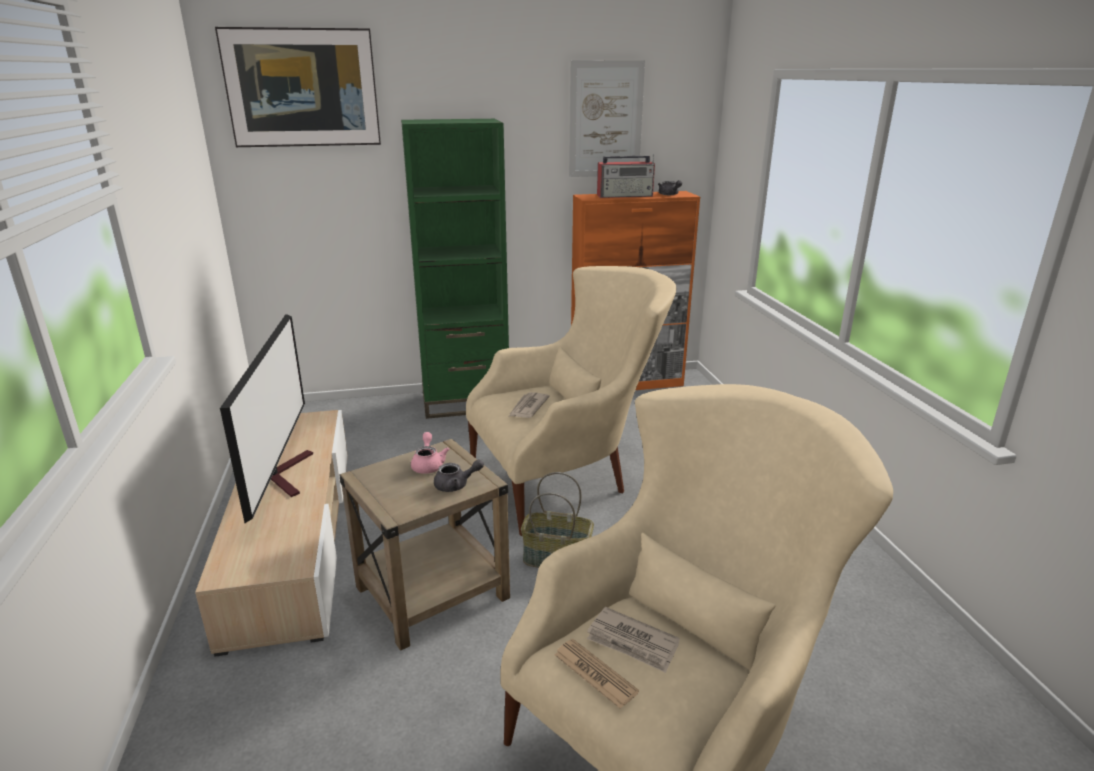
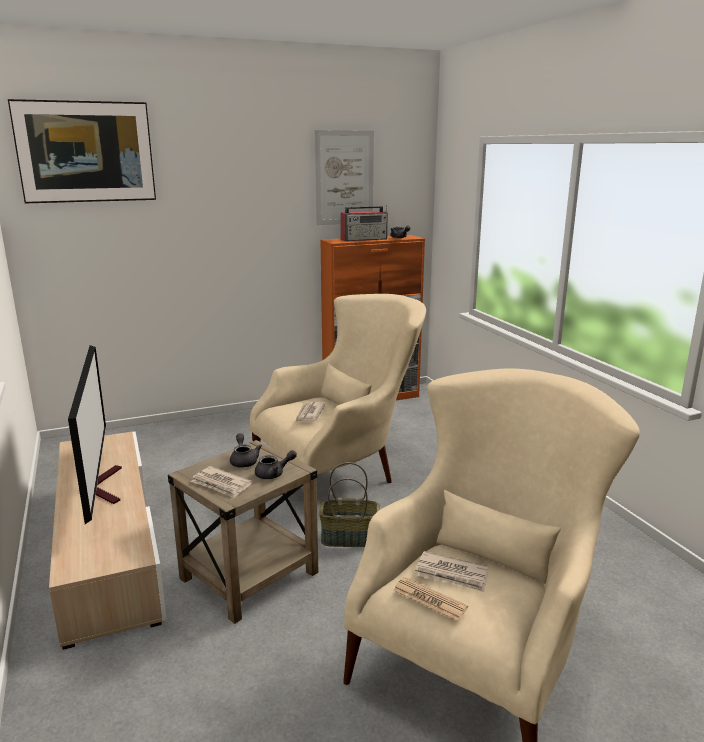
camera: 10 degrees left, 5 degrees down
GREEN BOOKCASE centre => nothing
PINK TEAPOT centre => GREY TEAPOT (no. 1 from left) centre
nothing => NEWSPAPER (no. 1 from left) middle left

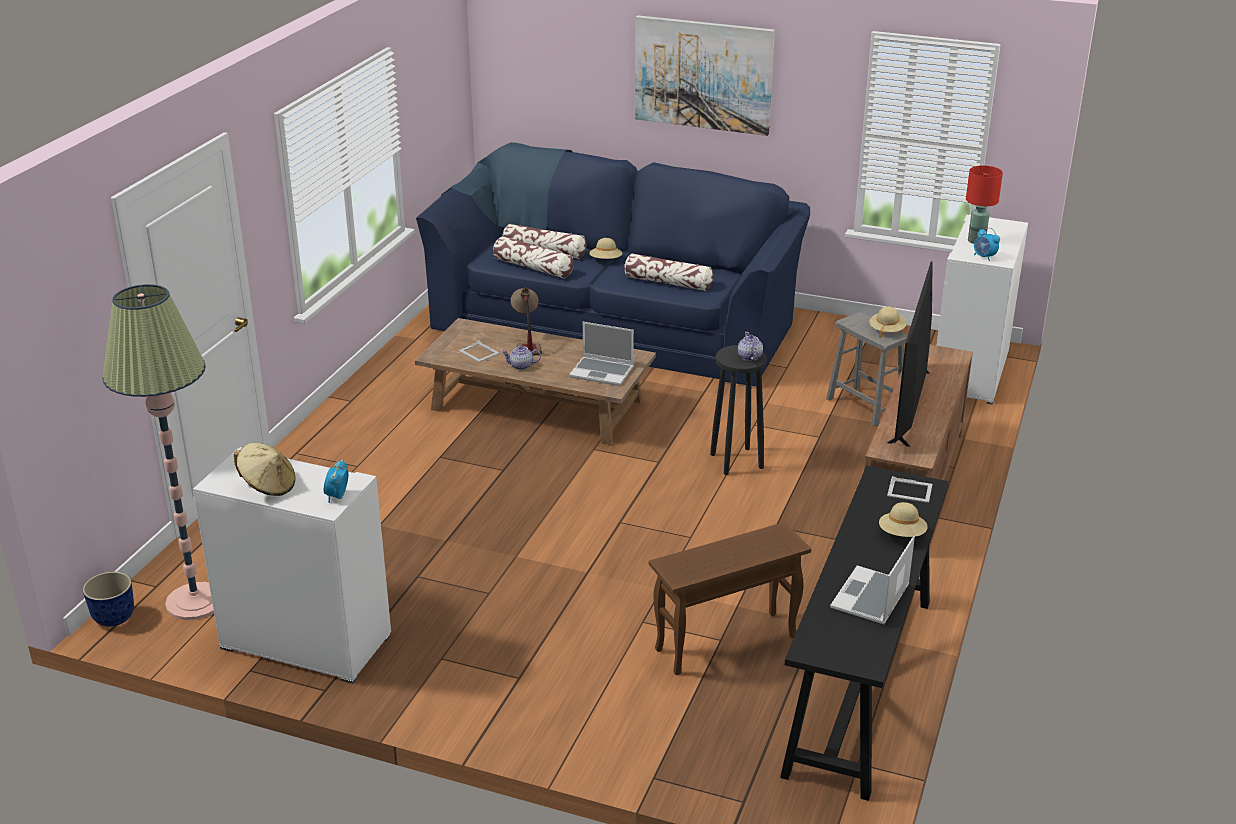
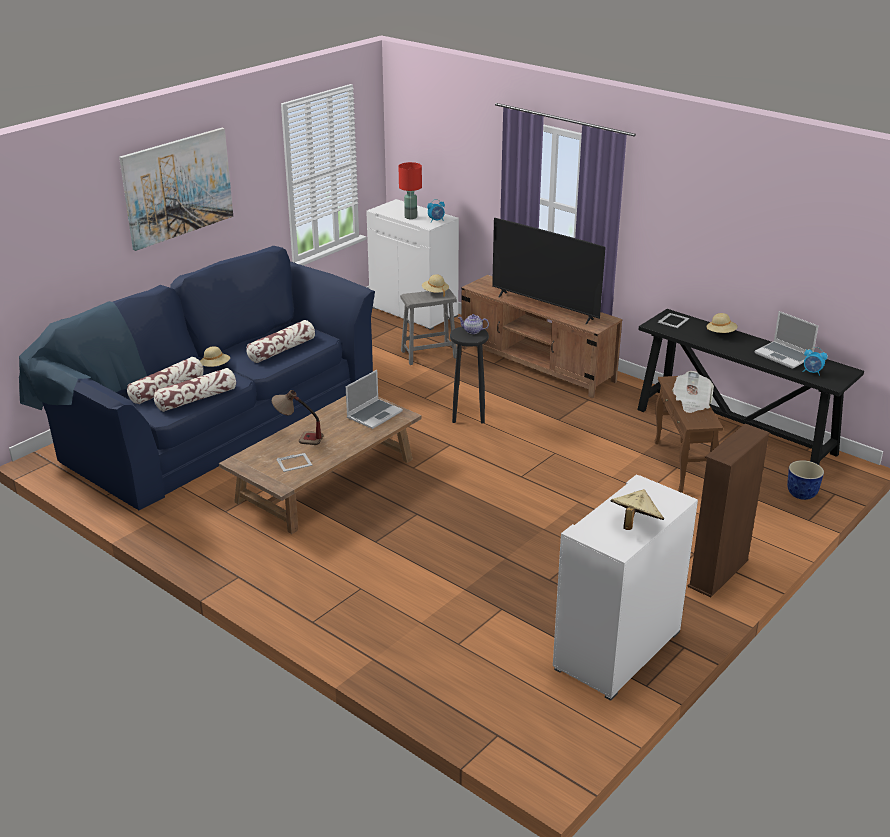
camera: 70 degrees left, 0 degrees up
PLANTER bottom left => PLANTER middle right, relocated
FLOOR LAMP middle left => nothing
ALARM CLOCK (no. 1 from left in the first image) middle left => ALARM CLOCK (no. 2 from left) middle right, relocated
TEAPOT (no. 1 from left) centre => nothing
nothing => NEWSPAPER middle right
nothing => BROWN BOOKCASE middle right

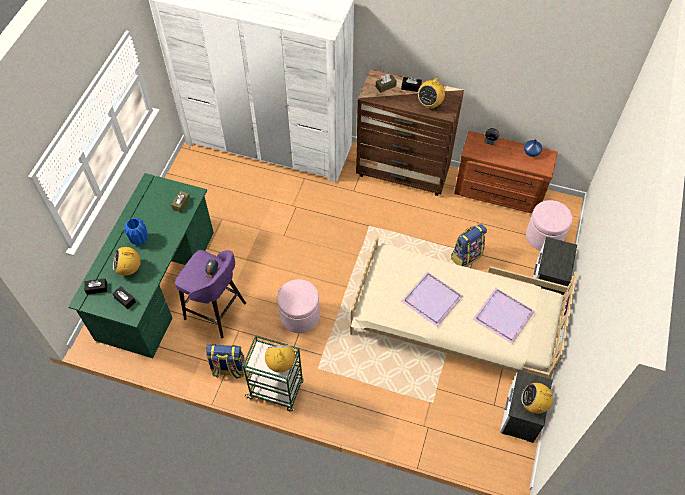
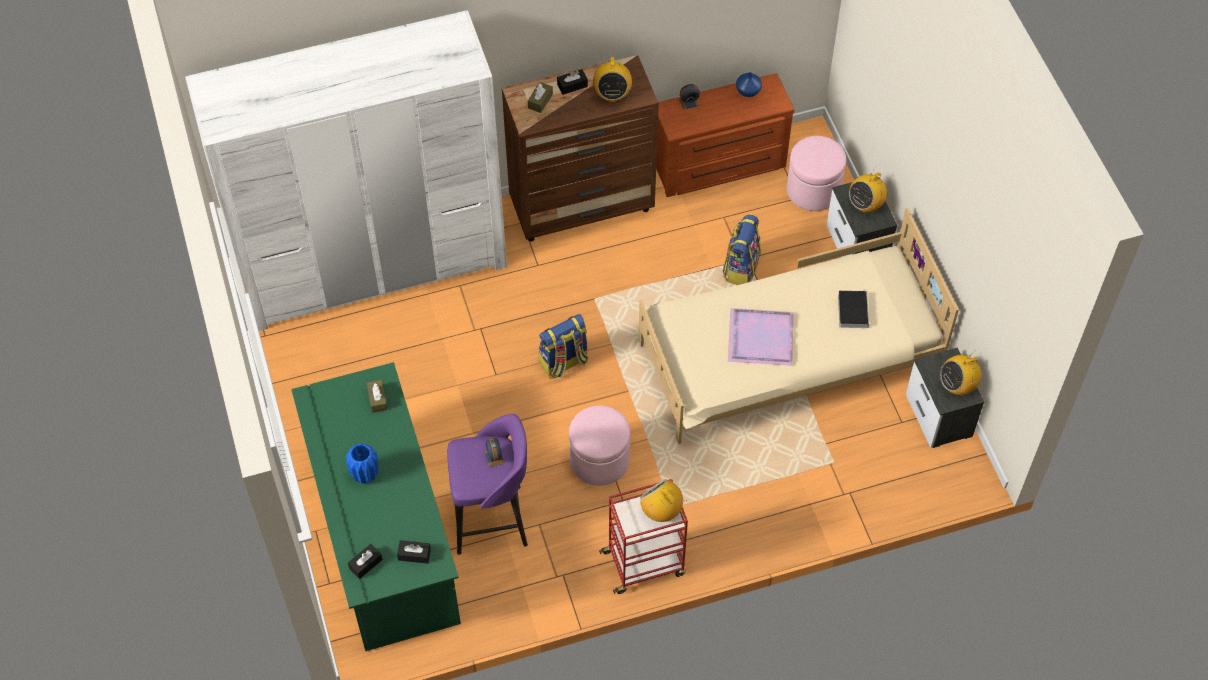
camera: 35 degrees left, 0 degrees up
RADIO (no. 1 from left in the first image) middle left => RADIO (no. 3 from left) top right, relocated
BACKPACK (no. 1 from left) bottom left => BACKPACK (no. 1 from left) centre, relocated
GREEN CART bottom centre => RED CART bottom centre
PURPLE TRAY (no. 2 from left) middle right => BOOK middle right

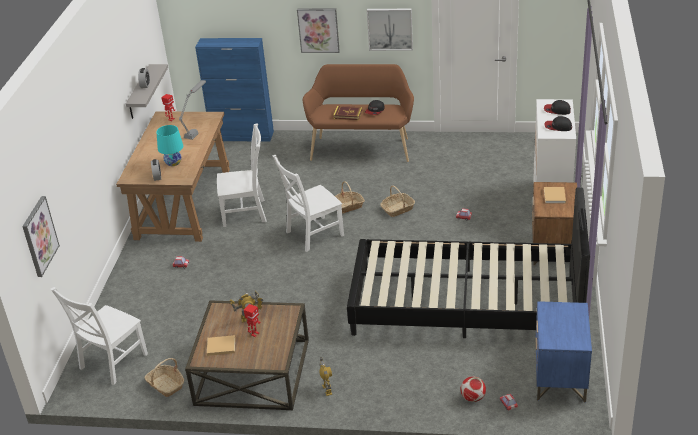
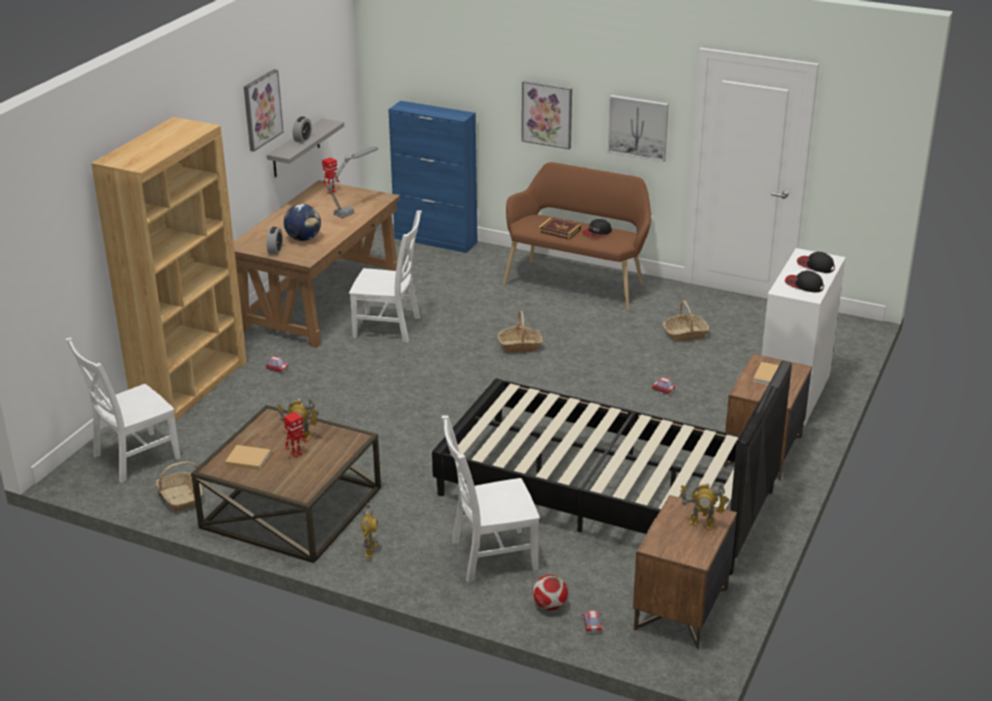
camera: 15 degrees right, 5 degrees down
PICTURE (no. 1 from left) middle left => PICTURE (no. 1 from left) top left, relocated
TURQUOISE TABLE LAMP middle left => GLOBE top left
WHITE CHAIR (no. 3 from left) centre => WHITE CHAIR (no. 3 from left) bottom centre, relocated
BASKET (no. 3 from left) centre => BASKET (no. 3 from left) middle right, relocated
BLUE NIGHTSTAND bottom right => BROWN NIGHTSTAND (no. 1 from left) bottom right
nothing => BROWN BOOKCASE middle left
nothing => TOY ROBOT (no. 5 from left) bottom right

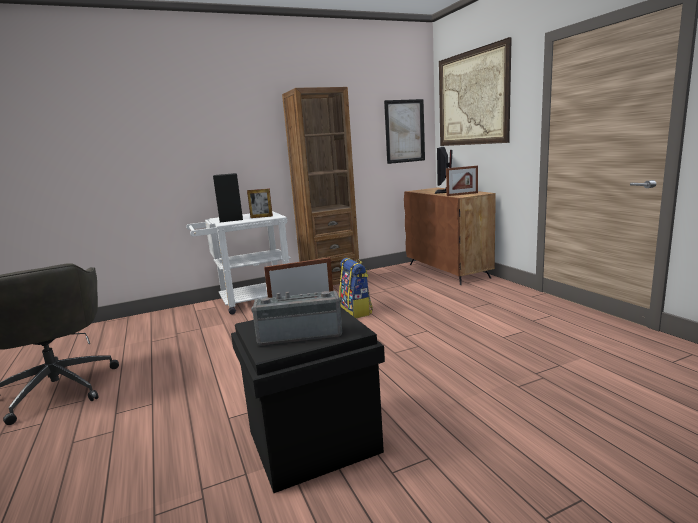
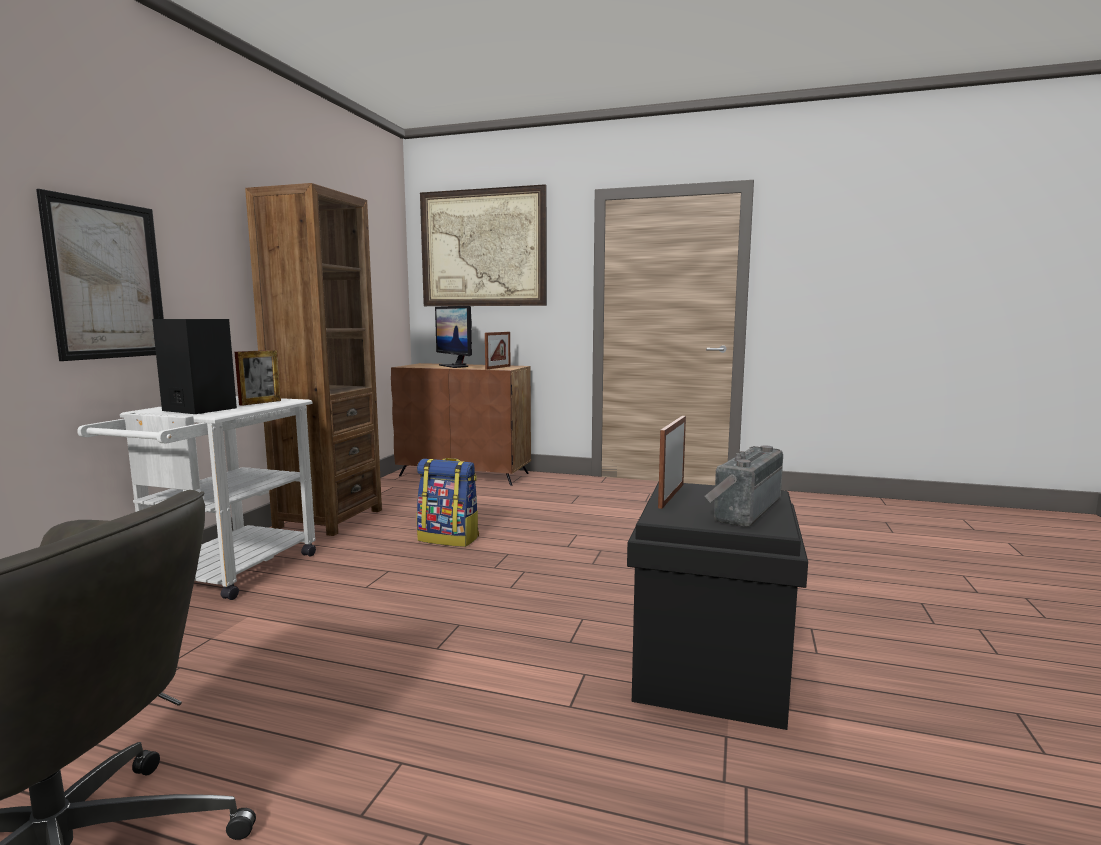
camera: 50 degrees left, 5 degrees down
PICTURE (no. 1 from left) top centre => PICTURE (no. 1 from left) top left, relocated

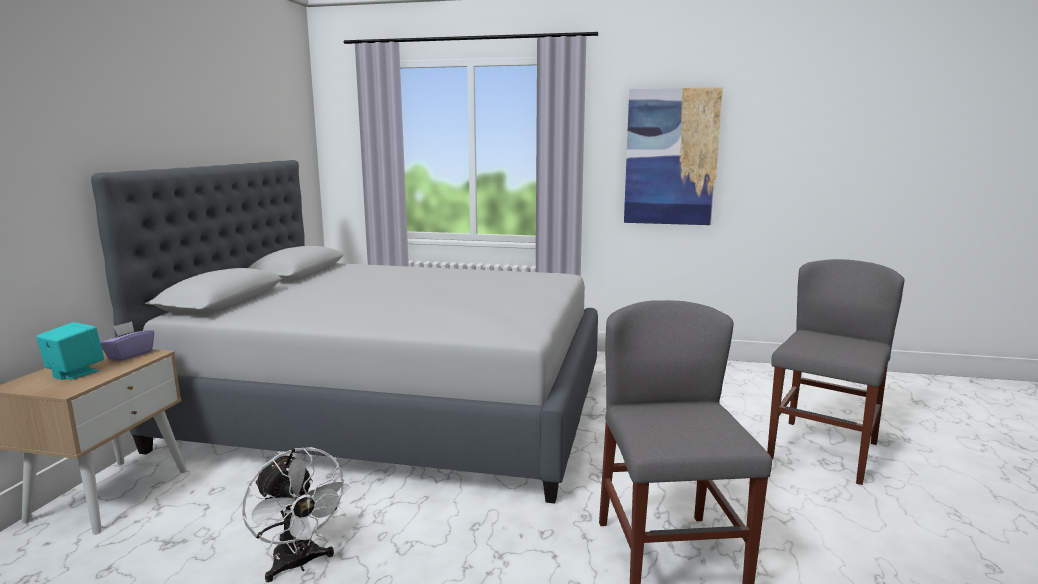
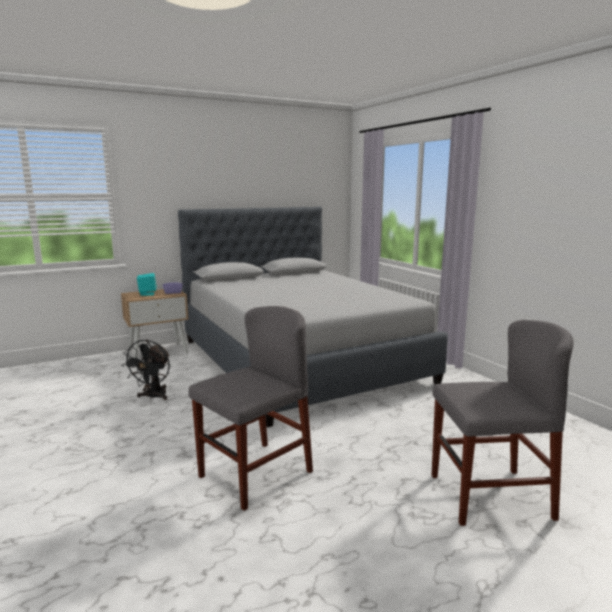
camera: 50 degrees right, 0 degrees up
WHITE FAN bottom left => BLACK FAN middle left
PICTURE top centre => nothing

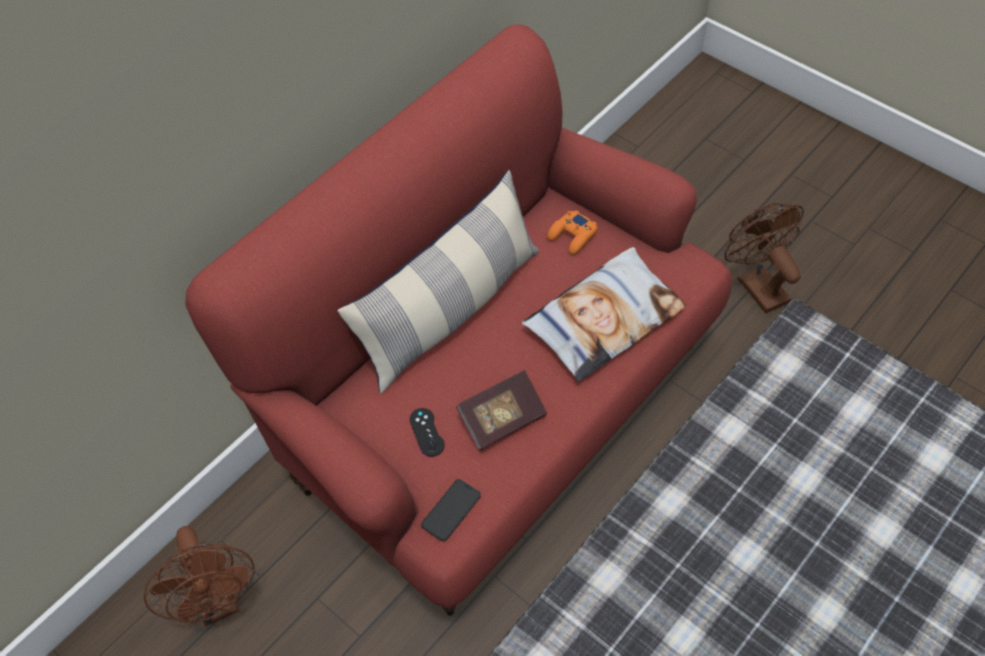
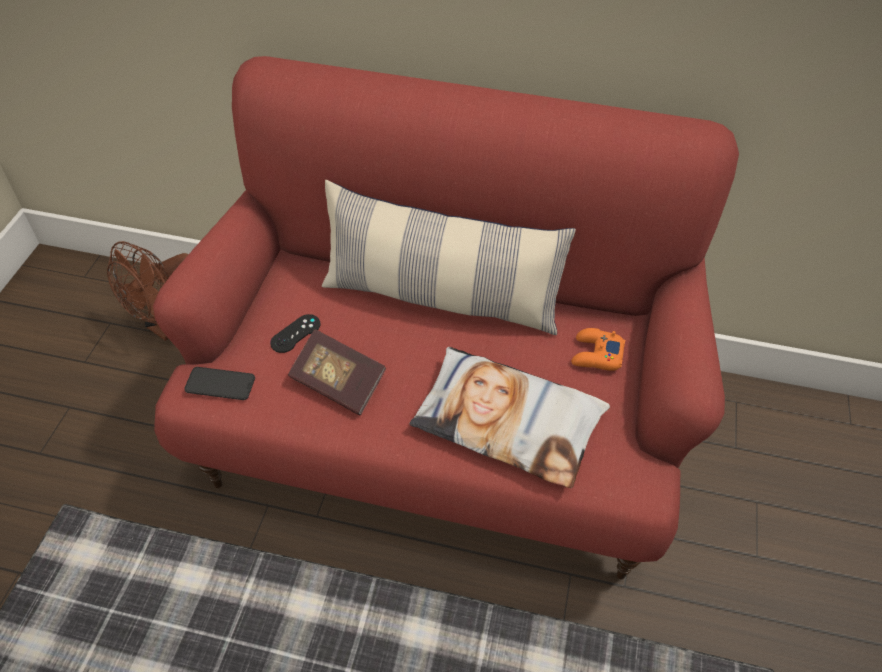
camera: 60 degrees right, 5 degrees down
BROWN FAN (no. 2 from left) middle right => nothing

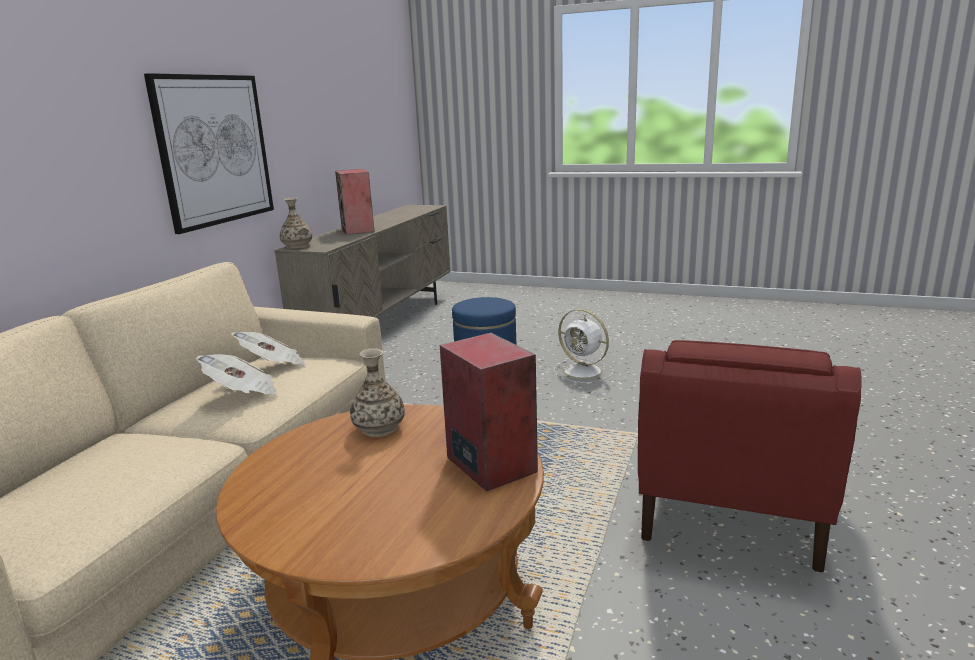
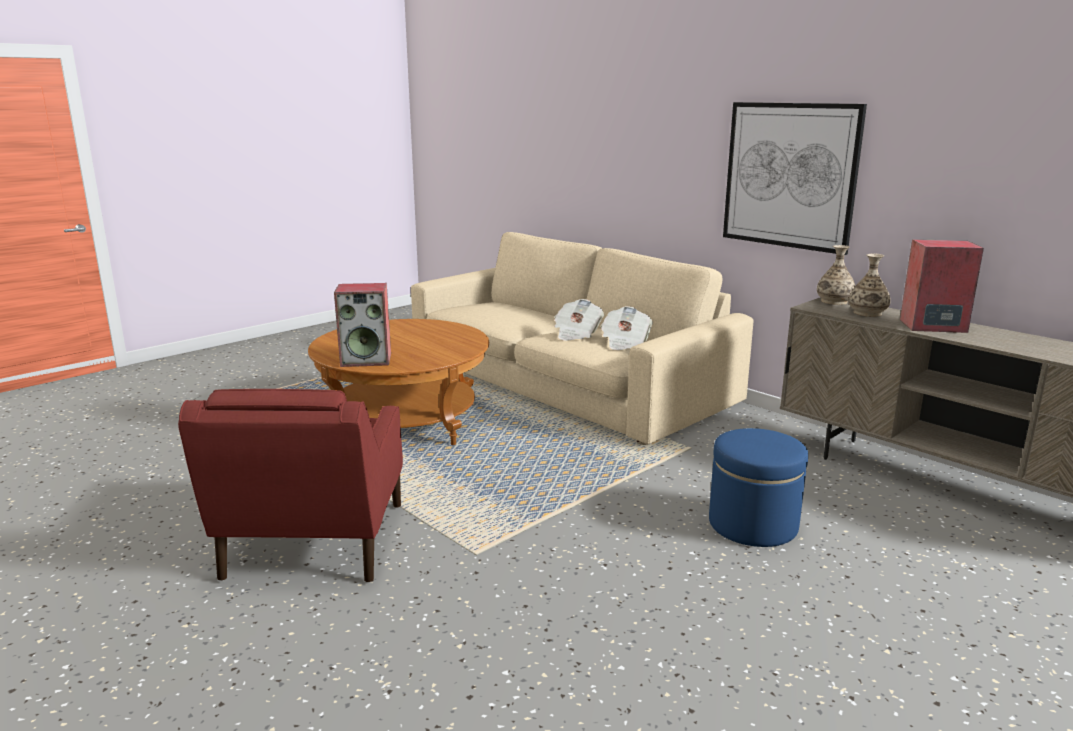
camera: 115 degrees right, 0 degrees up
VASE (no. 2 from left) centre => VASE (no. 2 from left) middle right, relocated
WHITE FAN centre => nothing
RED ARMCHAIR bottom right => RED ARMCHAIR middle left, 135 degrees counterclockwise

